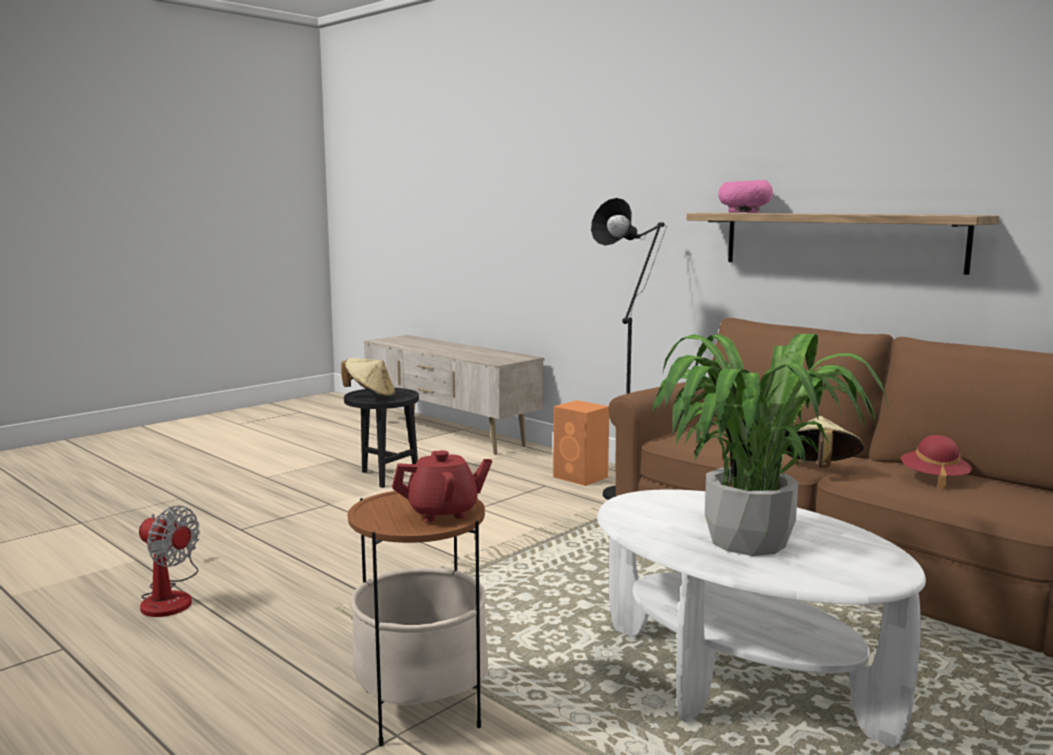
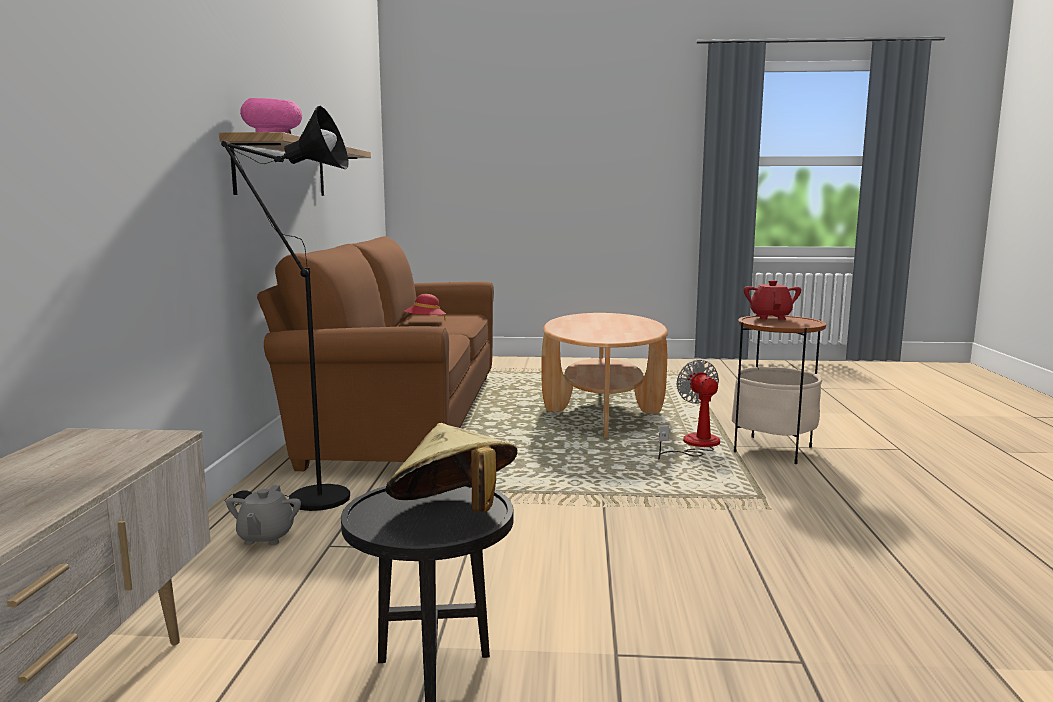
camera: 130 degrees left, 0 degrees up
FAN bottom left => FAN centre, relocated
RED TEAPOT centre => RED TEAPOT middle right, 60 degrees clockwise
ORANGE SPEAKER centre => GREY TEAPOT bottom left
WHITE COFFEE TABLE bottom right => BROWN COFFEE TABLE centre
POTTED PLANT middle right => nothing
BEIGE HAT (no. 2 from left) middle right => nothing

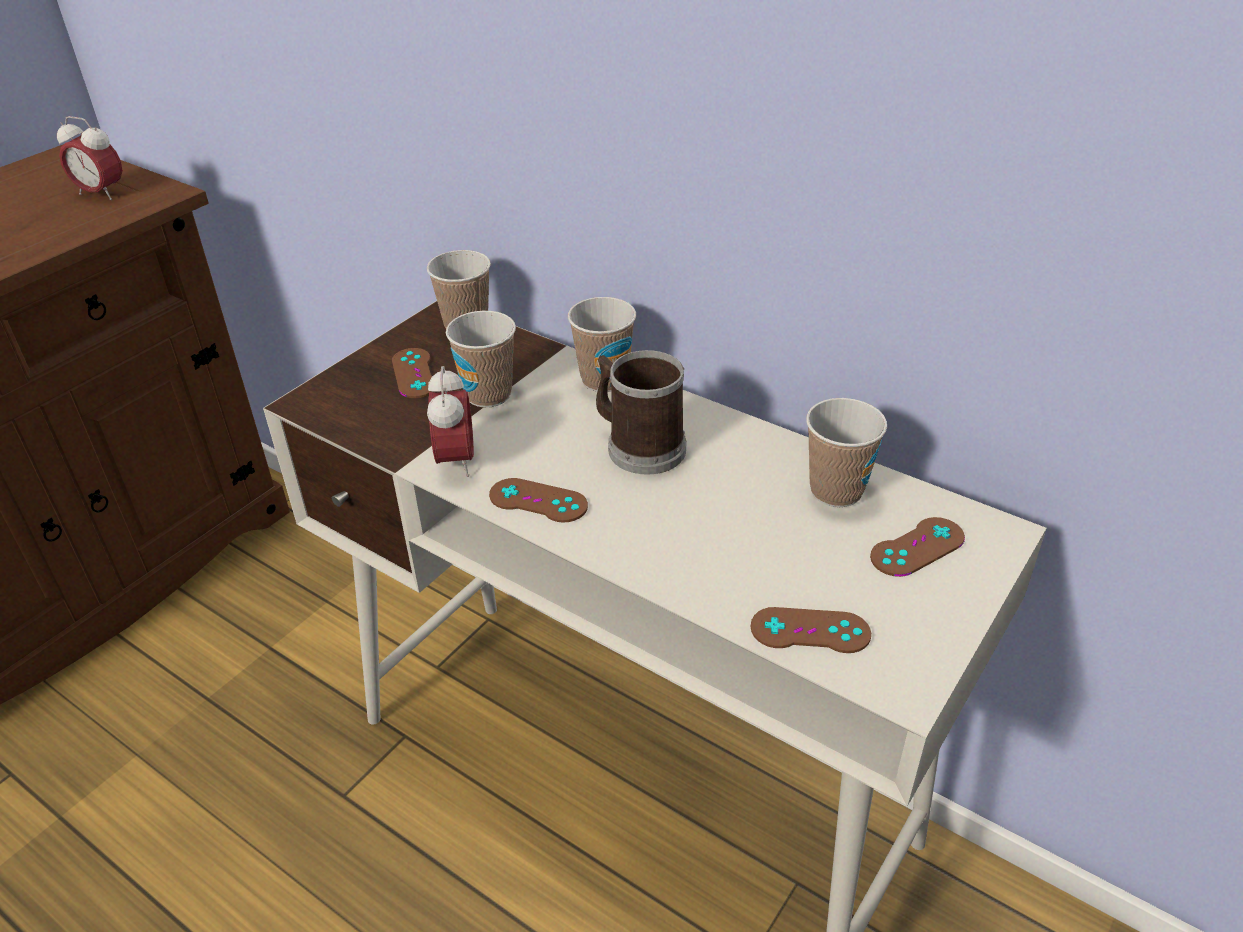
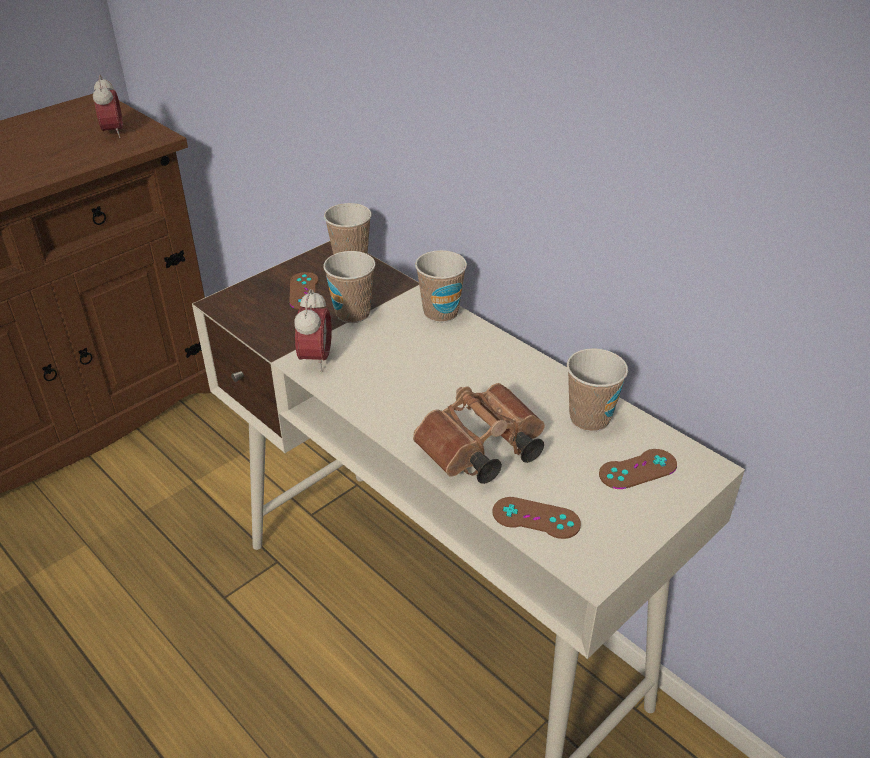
camera: 10 degrees right, 0 degrees up
ALARM CLOCK (no. 1 from left) top left, 135 degrees counterclockwise
BROWN GAME CONTROLLER (no. 2 from left) centre => nothing
MUG centre => nothing
nothing => BROWN BINOCULARS centre

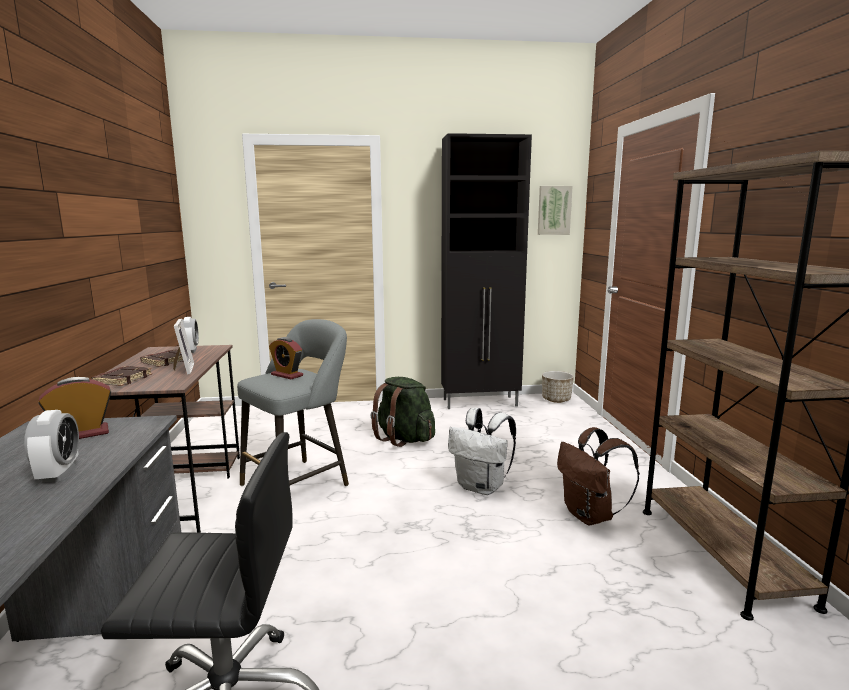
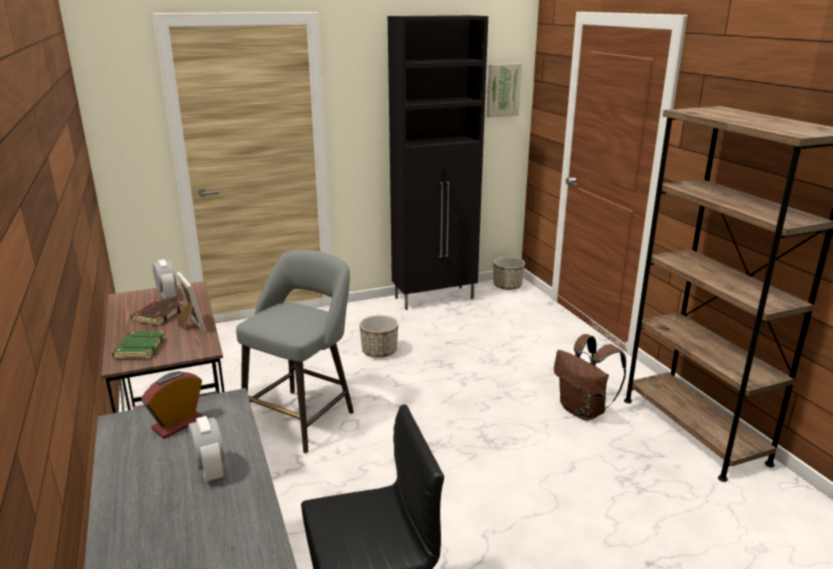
camera: 15 degrees left, 10 degrees up
BROWN BOOK (no. 1 from left) middle left => GREEN BOOK middle left
ALARM CLOCK (no. 4 from left) centre => nothing
GREEN BACKPACK centre => PLANTER (no. 1 from left) centre
WHITE BACKPACK centre => nothing

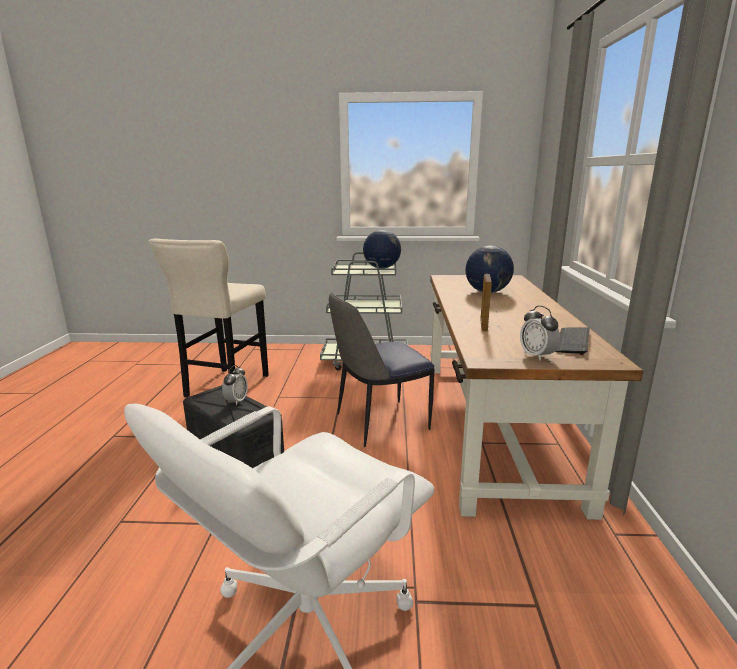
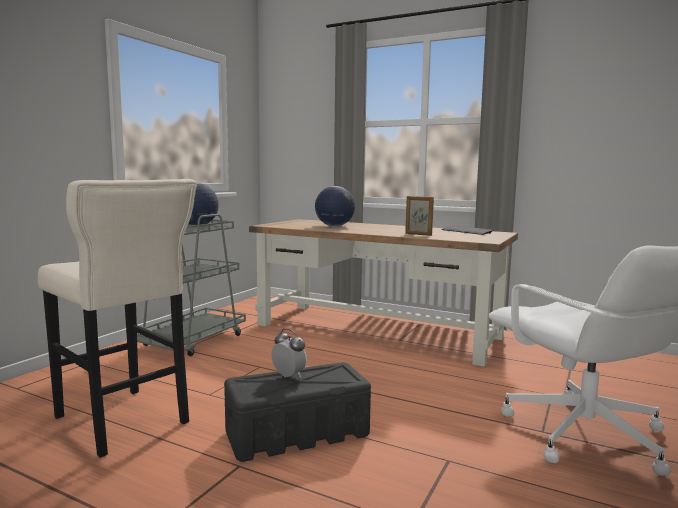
camera: 65 degrees left, 10 degrees down
CHAIR centre => nothing
ALARM CLOCK (no. 2 from left) middle right => nothing

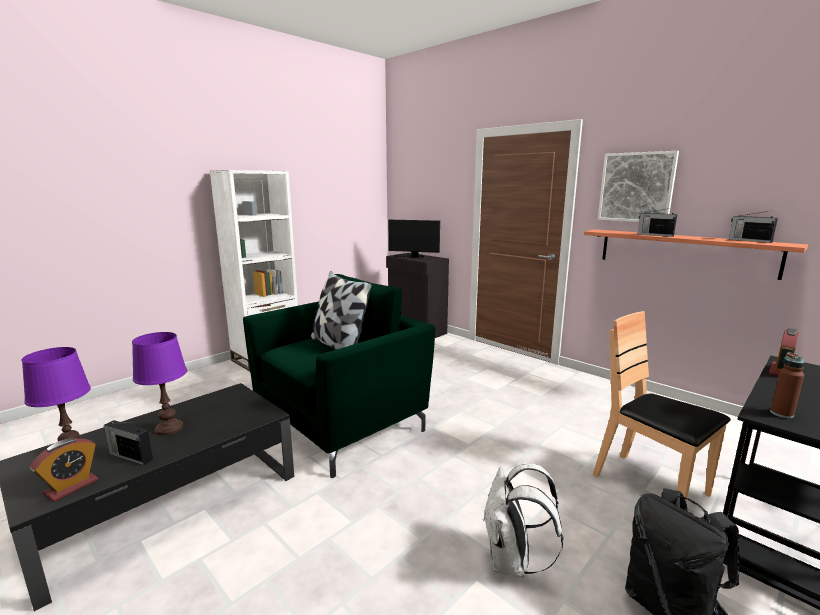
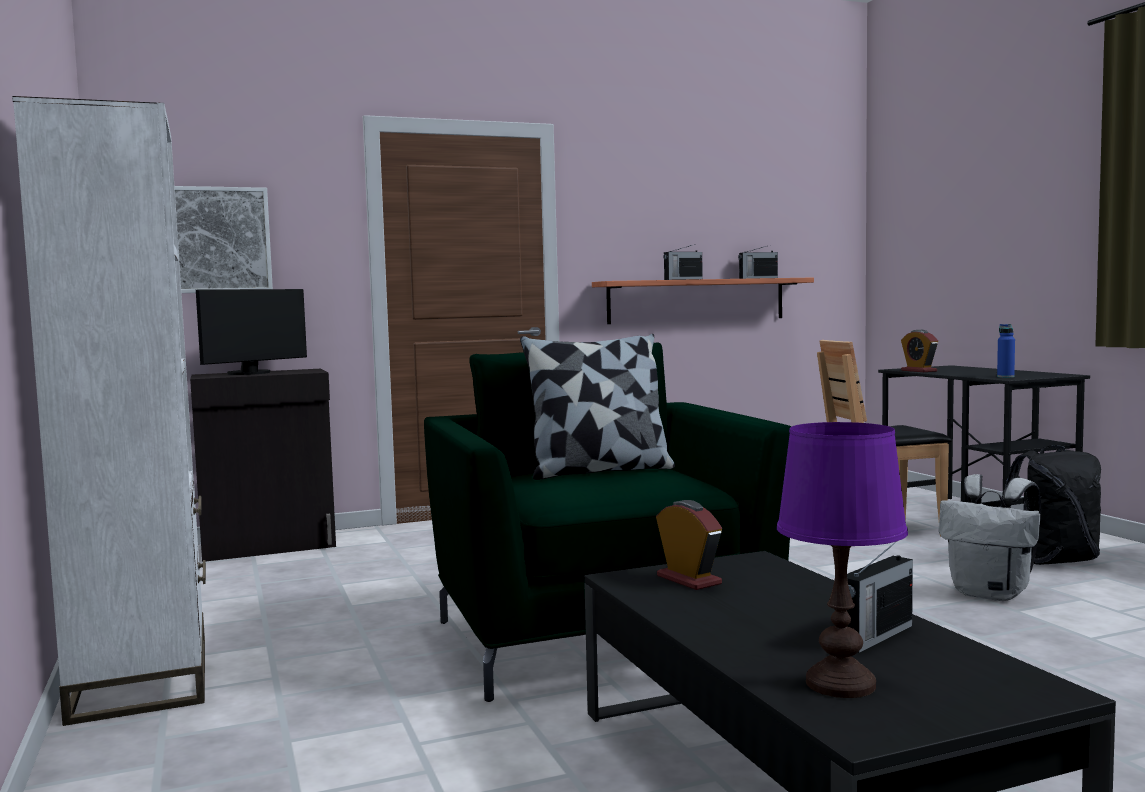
camera: 65 degrees left, 10 degrees down
ALARM CLOCK (no. 1 from left) bottom left => ALARM CLOCK (no. 1 from left) bottom centre, relocated
PURPLE TABLE LAMP (no. 2 from left) middle left => nothing
PICTURE top right => PICTURE top left, relocated
BROWN BOTTLE middle right => BLUE BOTTLE middle right

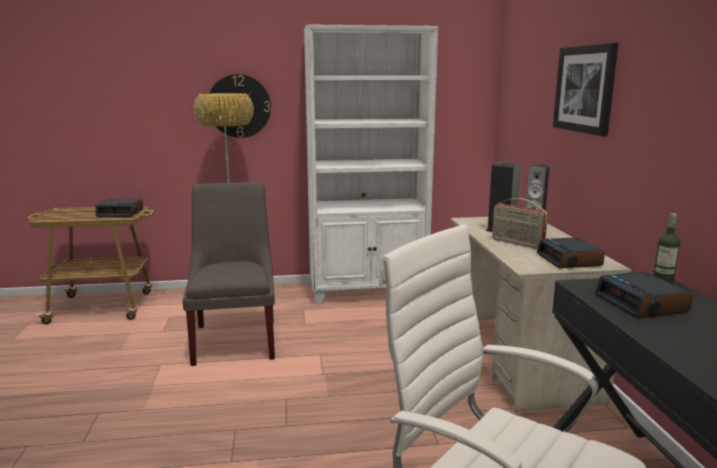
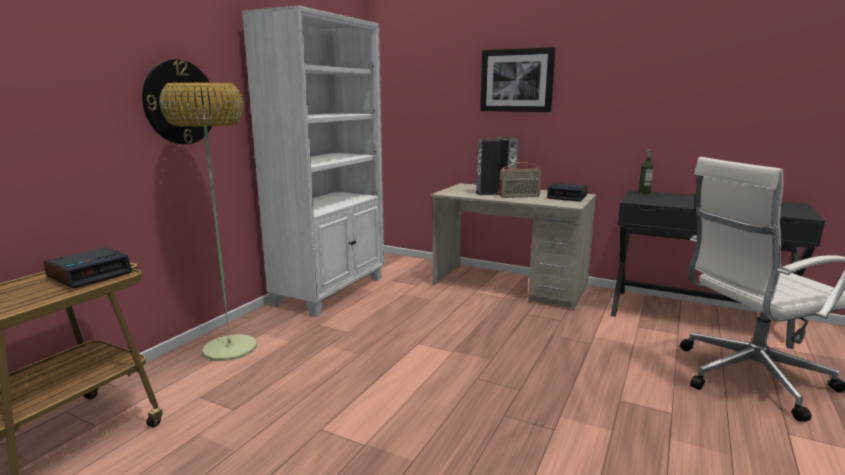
camera: 55 degrees left, 0 degrees up
GREY CHAIR middle left => nothing
ALARM CLOCK (no. 3 from left) middle right => nothing

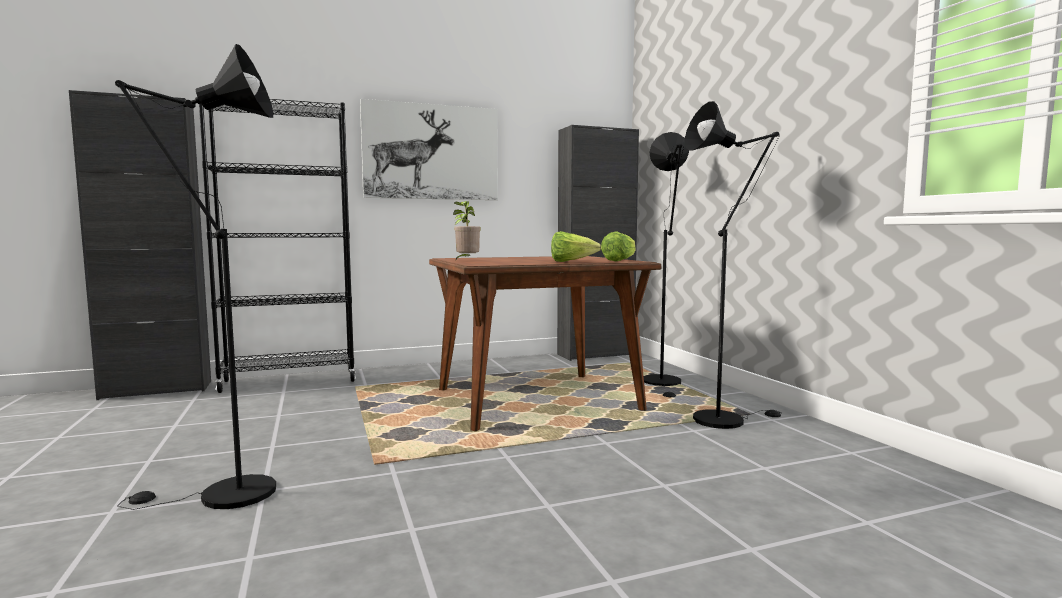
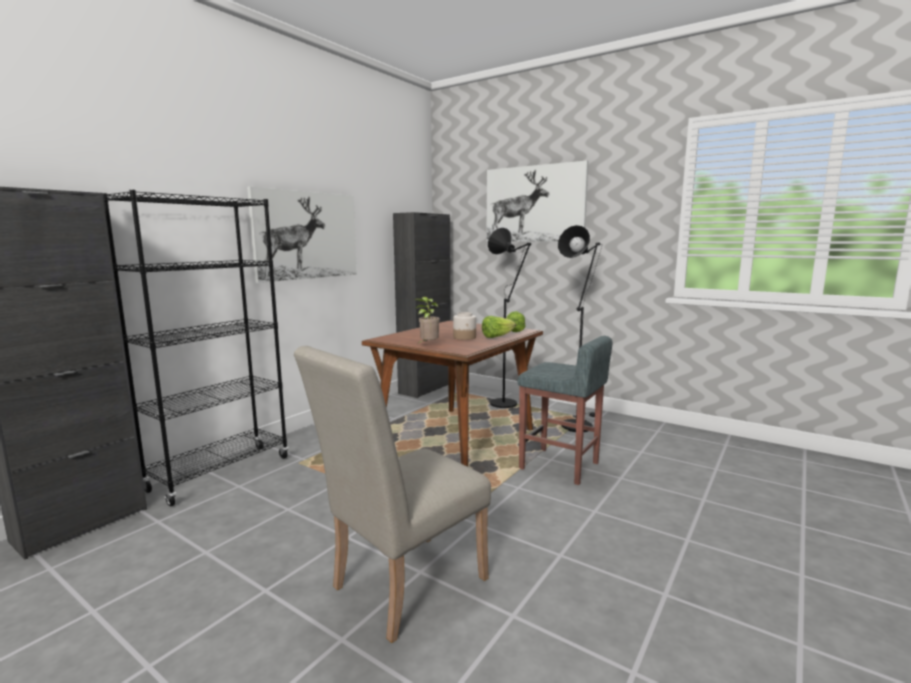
camera: 35 degrees left, 5 degrees up
BLACK FLOOR LAMP (no. 1 from left) middle left => BEIGE CHAIR bottom centre
nothing => JAR centre
nothing => PICTURE (no. 2 from left) top centre
nothing => GREY STOOL centre

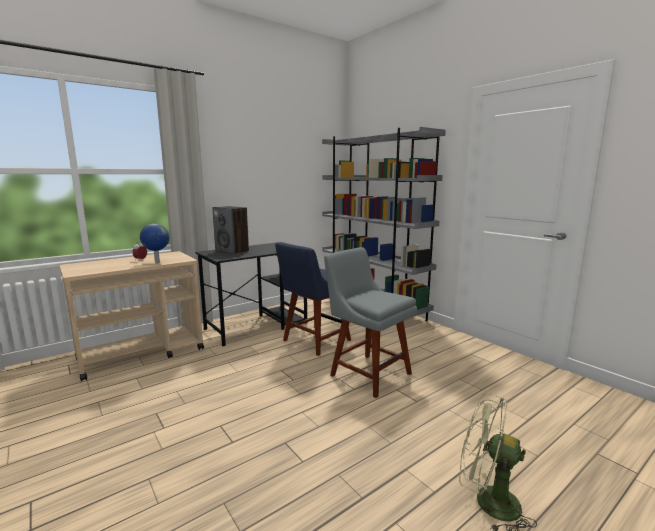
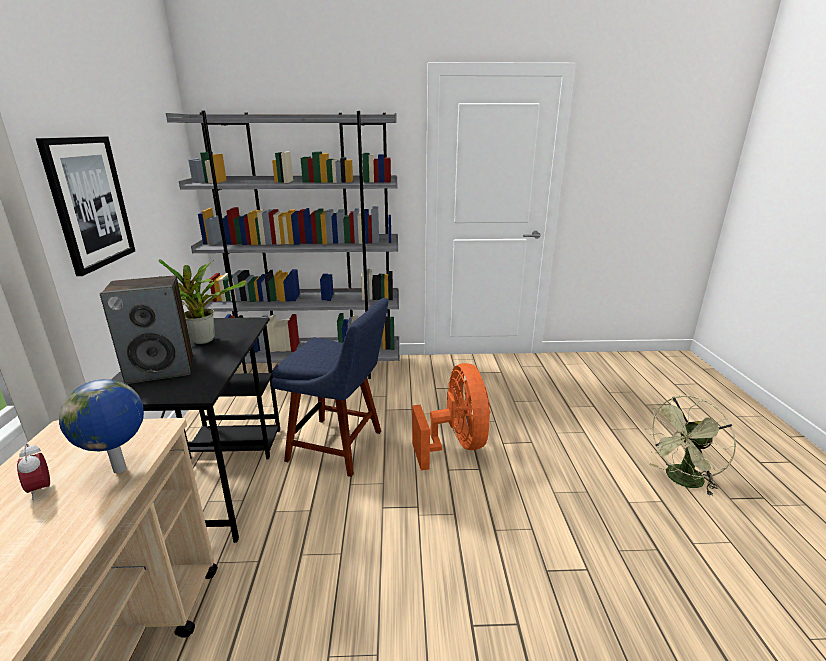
camera: 55 degrees left, 10 degrees up
BLUE CHAIR centre, 60 degrees counterclockwise
GREY CHAIR centre => ORANGE FAN centre
nothing => PICTURE top left
nothing => POTTED PLANT middle left

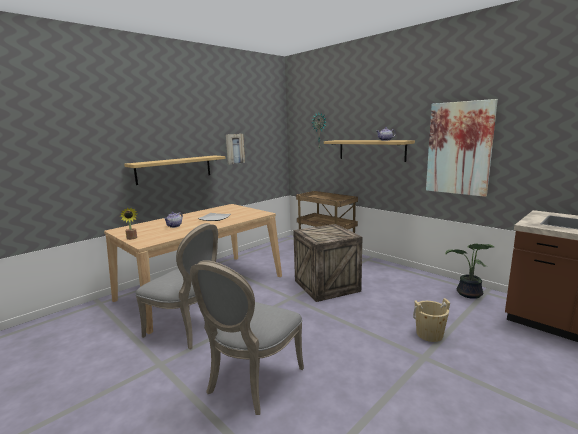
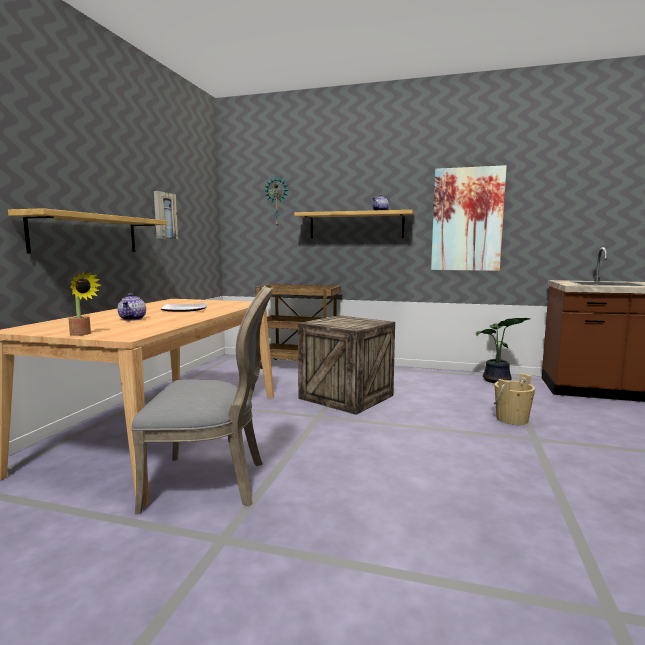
camera: 30 degrees left, 5 degrees down
GREY CHAIR (no. 2 from left) bottom centre => nothing

